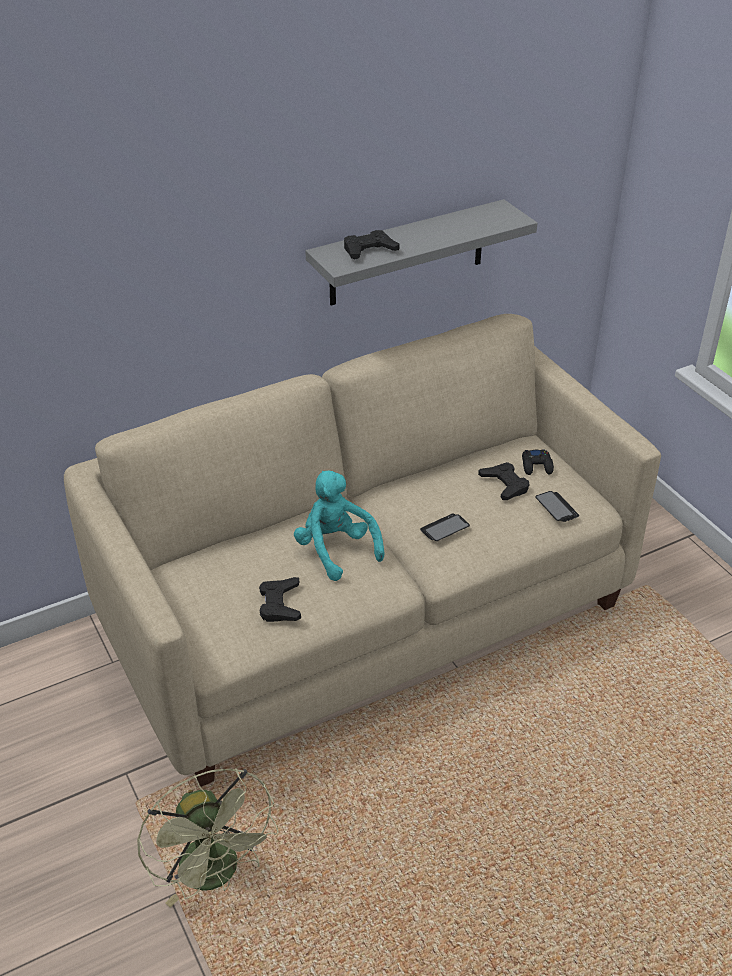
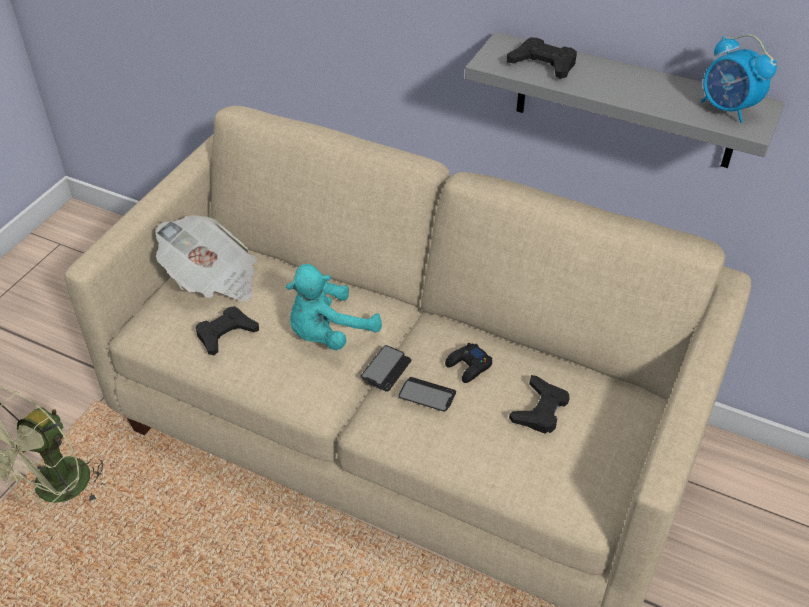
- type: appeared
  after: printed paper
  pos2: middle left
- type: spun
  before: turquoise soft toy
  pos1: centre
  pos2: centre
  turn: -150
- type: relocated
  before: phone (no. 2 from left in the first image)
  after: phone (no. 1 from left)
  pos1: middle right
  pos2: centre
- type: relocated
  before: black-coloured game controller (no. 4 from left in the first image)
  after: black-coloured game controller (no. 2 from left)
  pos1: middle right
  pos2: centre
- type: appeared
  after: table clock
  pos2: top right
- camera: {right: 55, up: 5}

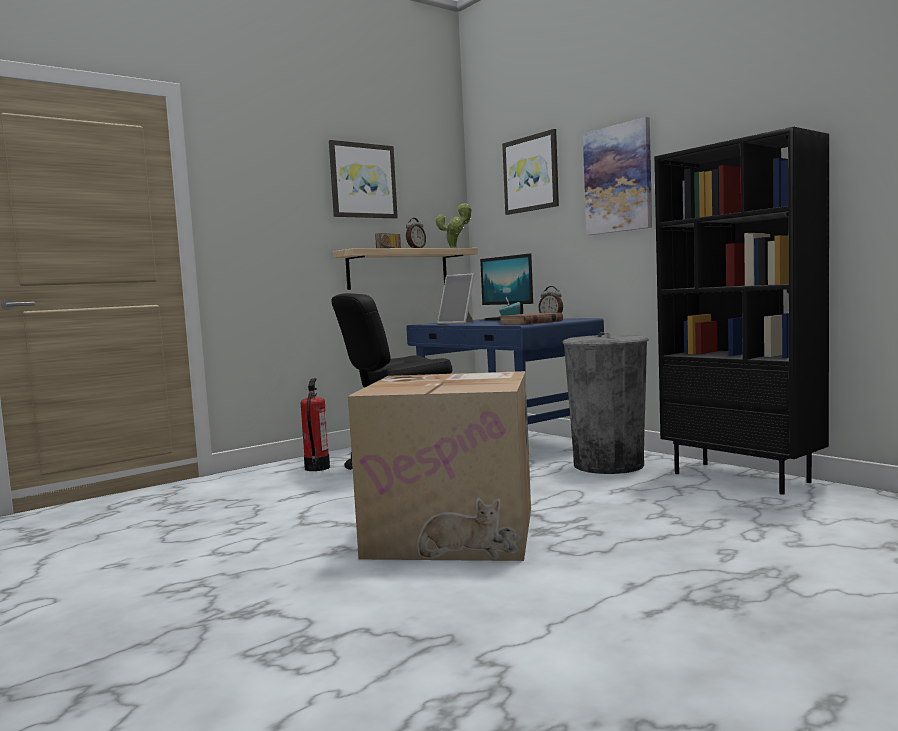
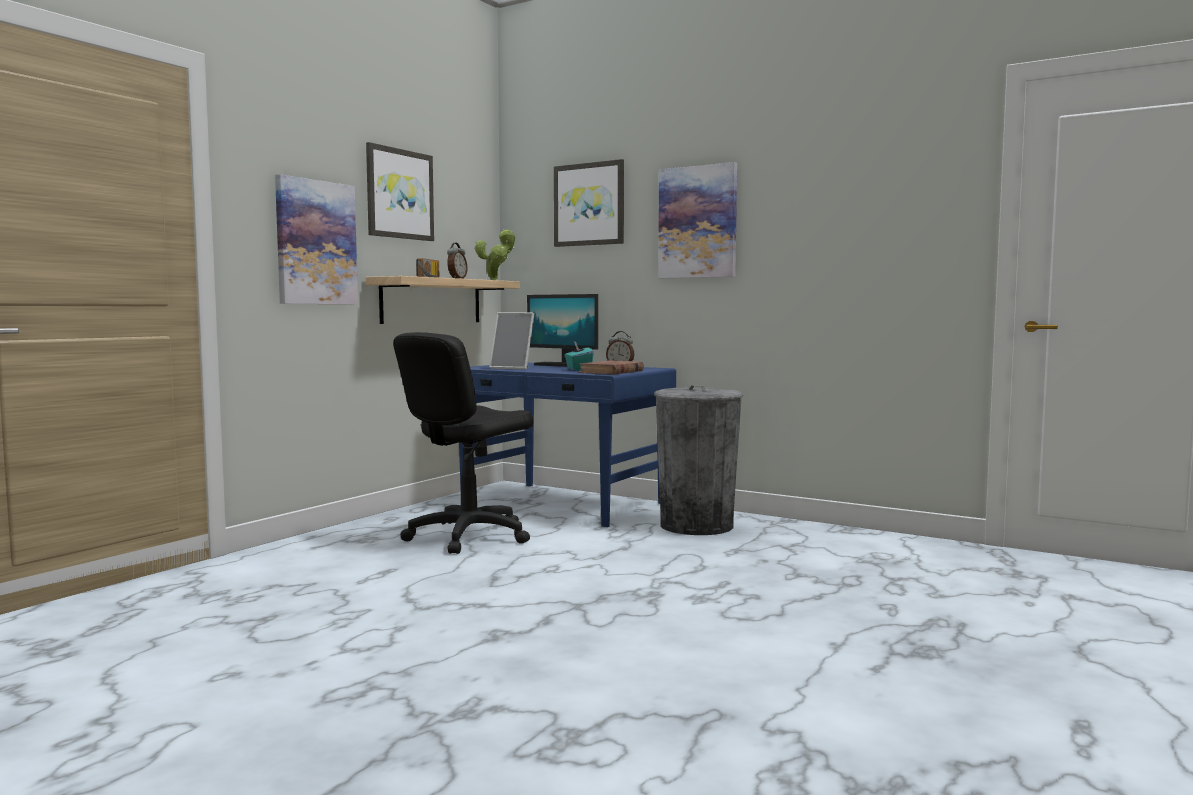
- type: appeared
  after: wall art (no. 1 from left)
  pos2: top left
- type: missing
  before: fire extinguisher
  pos1: centre
- type: missing
  before: packing box
  pos1: centre
- type: missing
  before: black-coloured bookshelf
  pos1: middle right
- camera: {right: -20, up: 0}

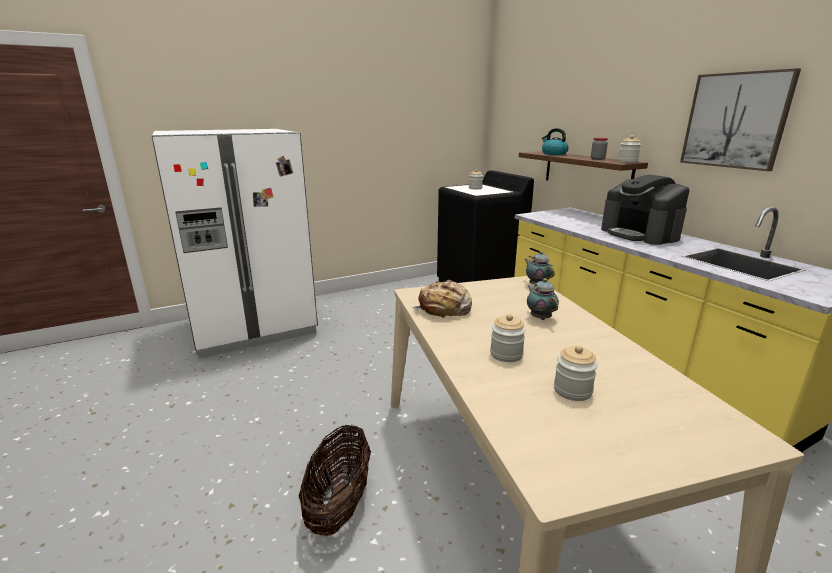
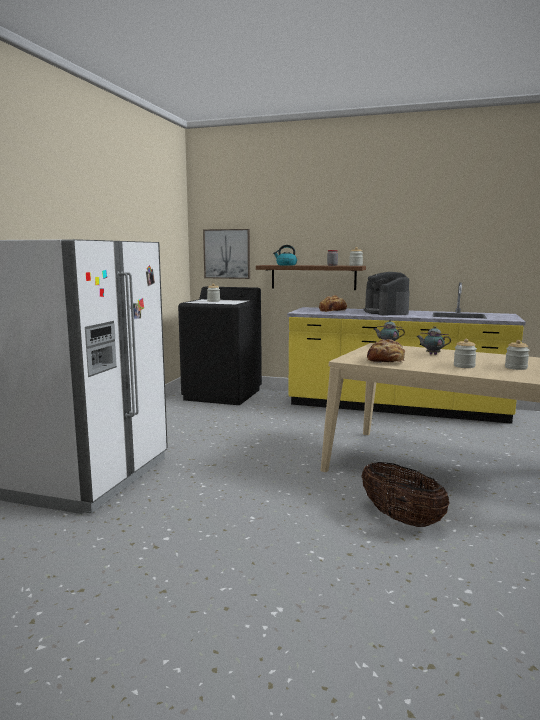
- type: relocated
  before: wall art
  pos1: top right
  pos2: centre
- type: appeared
  after: bakery bread (no. 1 from left)
  pos2: centre
- type: spun
  before: coffee machine
  pos1: middle right
  pos2: middle right
  turn: 60
- camera: {right: -45, up: -10}

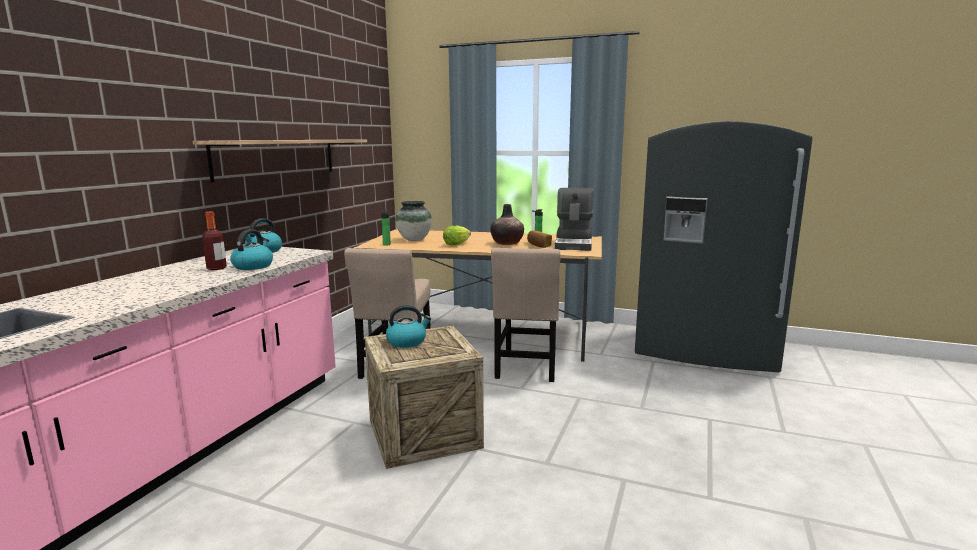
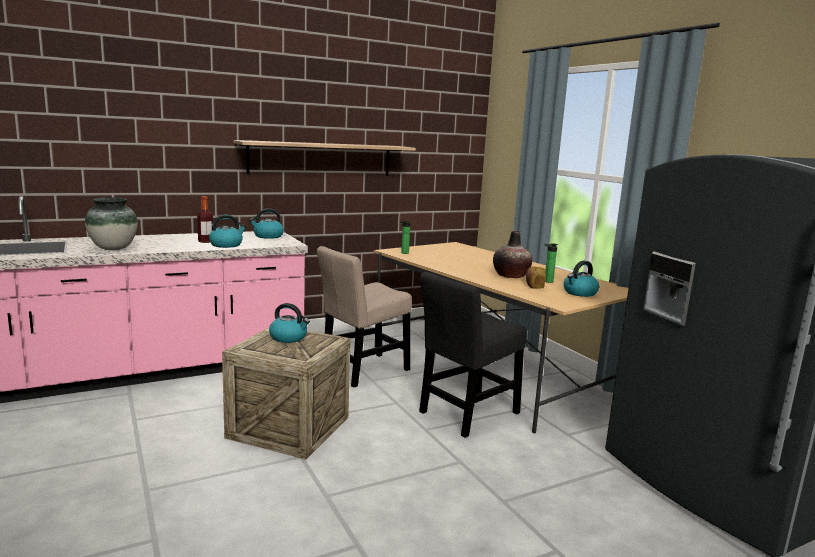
- type: relocated
  before: decorative vase (no. 1 from left)
  pos1: centre
  pos2: middle left
- type: colour
  before: beige-coloured chair (no. 2 from left)
  after: black-coloured chair
  pos1: centre
  pos2: centre
- type: exchanged
  before: coffee machine
  after: tea kettle (no. 4 from left)
  pos1: centre
  pos2: middle right
- type: missing
  before: lettuce
  pos1: centre
- camera: {right: 40, up: 0}

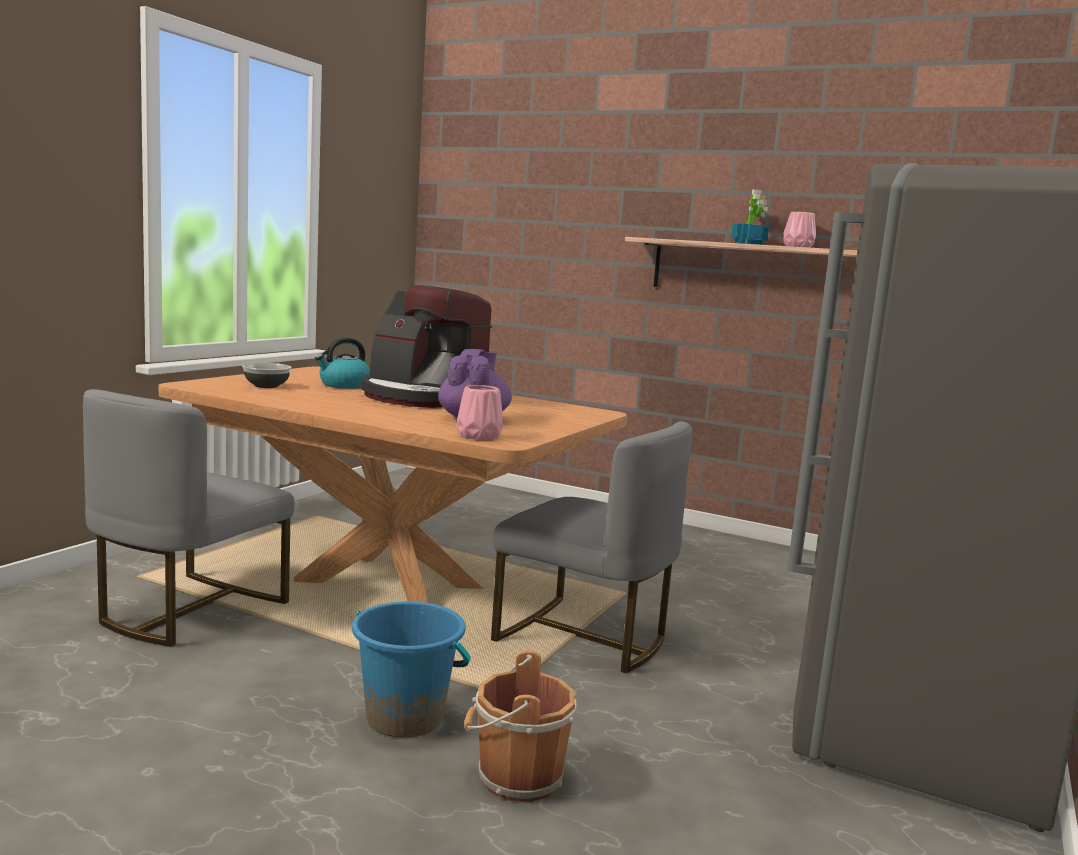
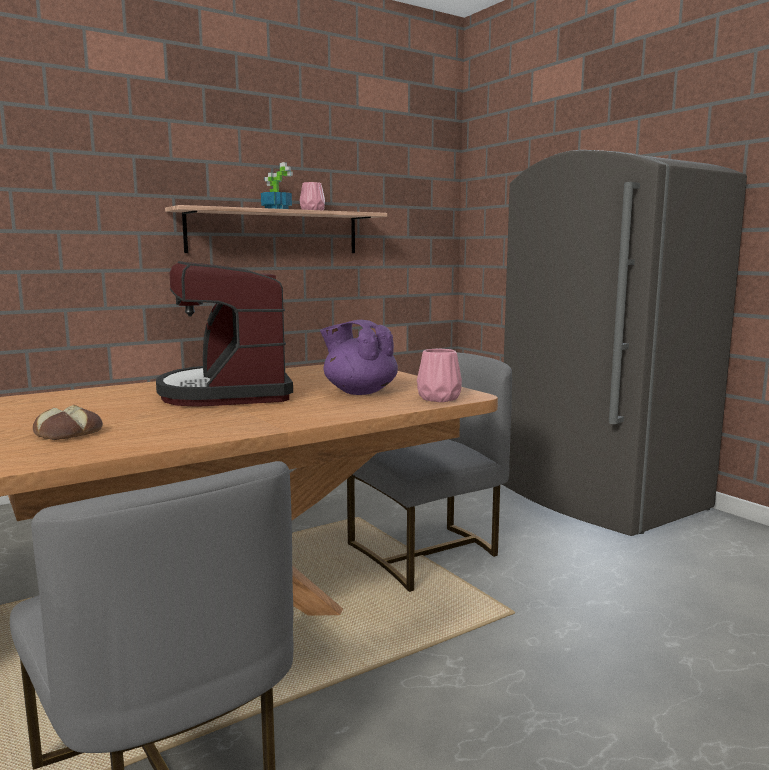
- type: exchanged
  before: serving bowl
  after: bakery bread
  pos1: middle left
  pos2: middle left
- type: spun
  before: coffee machine
  pos1: centre
  pos2: middle left
  turn: 105
- type: missing
  before: tea kettle
  pos1: middle left
- type: missing
  before: bluish pail
  pos1: bottom centre
- type: missing
  before: brown pail
  pos1: bottom centre
- camera: {right: -60, up: 0}

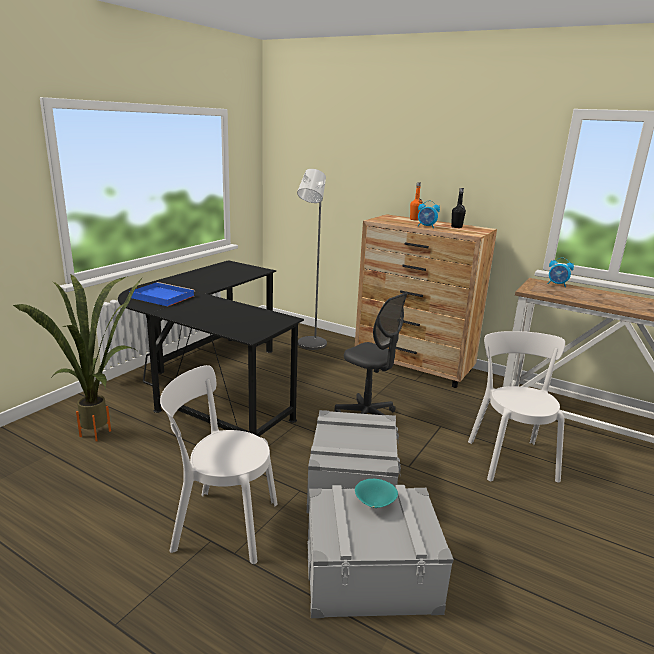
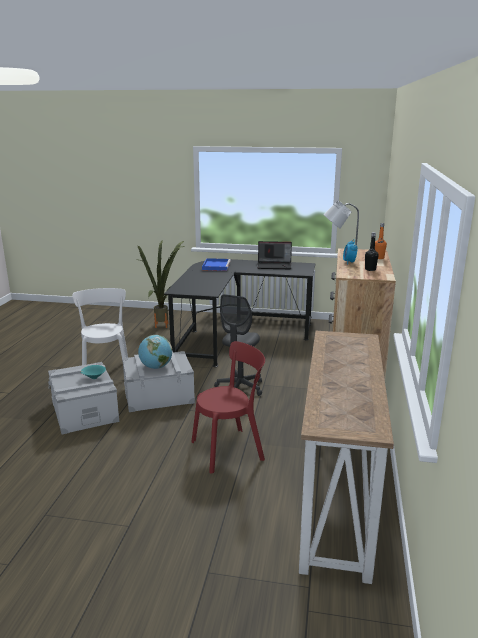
- type: appeared
  after: world globe
  pos2: middle left
- type: colour
  before: white chair (no. 2 from left)
  after: reddish chair
  pos1: middle right
  pos2: centre
- type: appeared
  after: notebook computer
  pos2: centre
- type: missing
  before: table clock (no. 2 from left)
  pos1: middle right
- camera: {right: 70, up: 0}

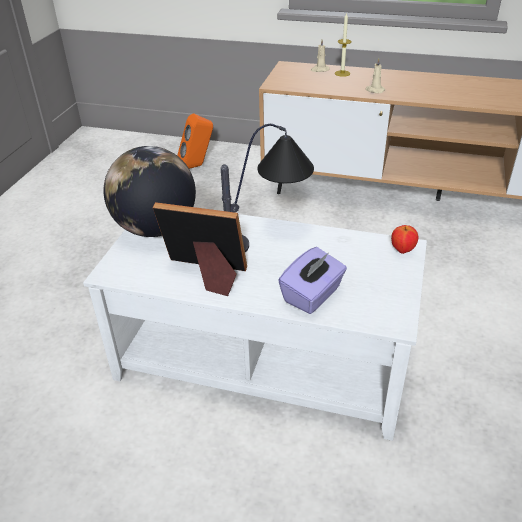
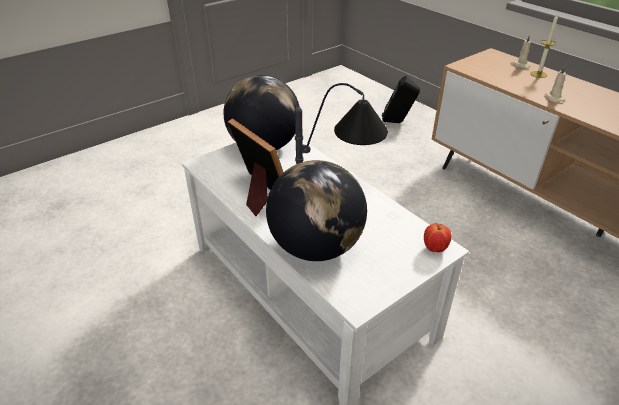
- type: exchanged
  before: purplish box of tissues
  after: world globe (no. 2 from left)
  pos1: centre
  pos2: centre
- type: colour
  before: orange loudspeaker
  after: black-coloured loudspeaker
  pos1: top centre
  pos2: top centre
- camera: {right: 35, up: 0}

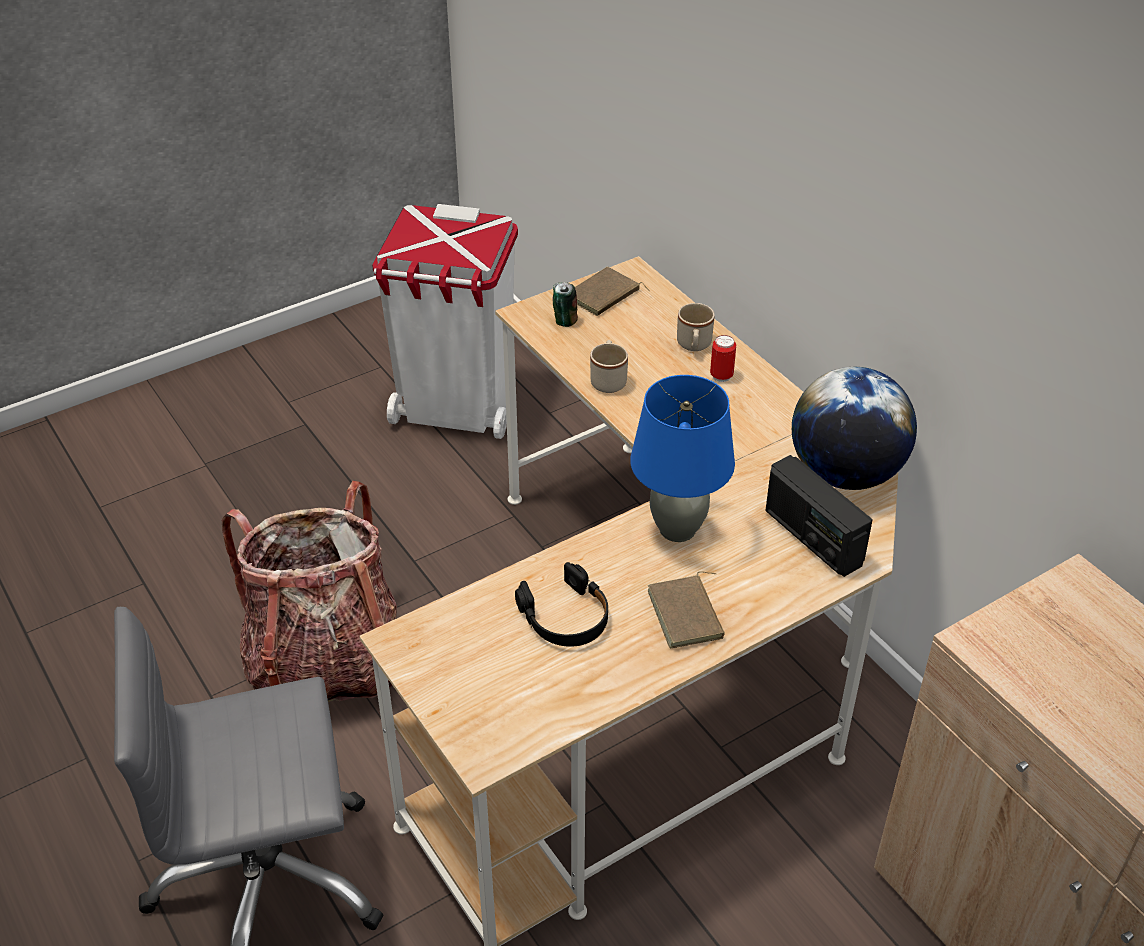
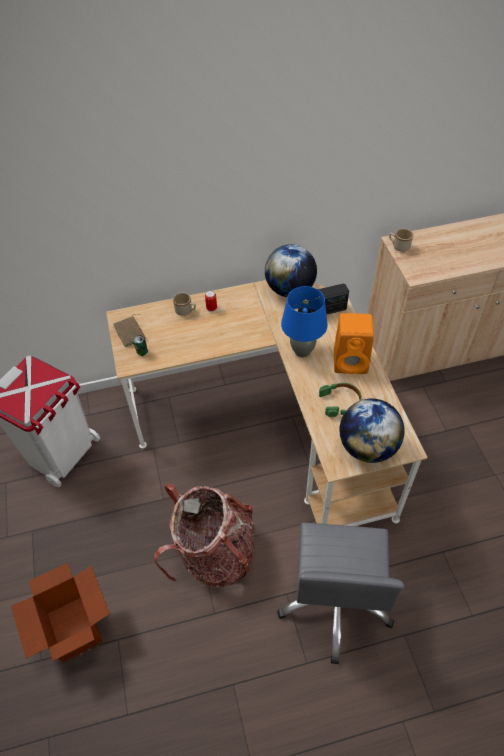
- type: appeared
  after: packing box
  pos2: bottom left
- type: colour
  before: black-coloured pair of headphones
  after: green pair of headphones
  pos1: centre
  pos2: middle right
- type: exchanged
  before: brown volume (no. 2 from left)
  after: orange loudspeaker
  pos1: centre
  pos2: middle right
- type: appeared
  after: world globe (no. 2 from left)
  pos2: middle right
- type: relocated
  before: beige-coloured mug (no. 1 from left in the first image)
  after: beige-coloured mug (no. 2 from left)
  pos1: centre
  pos2: top right
- camera: {right: -70, up: 10}

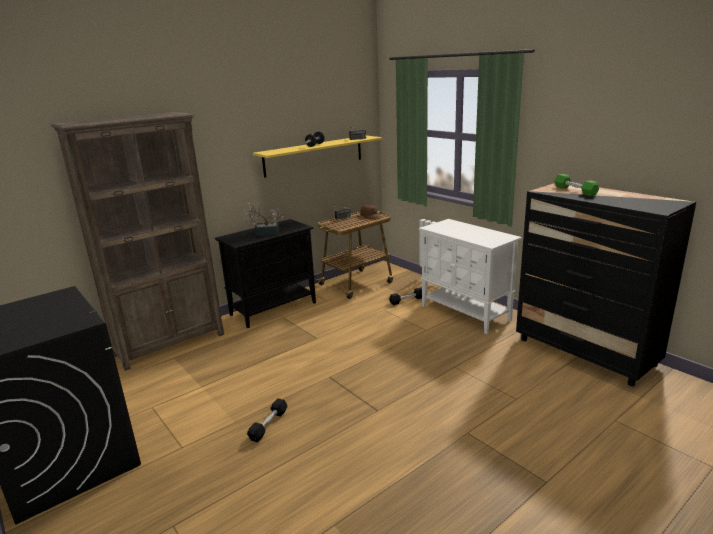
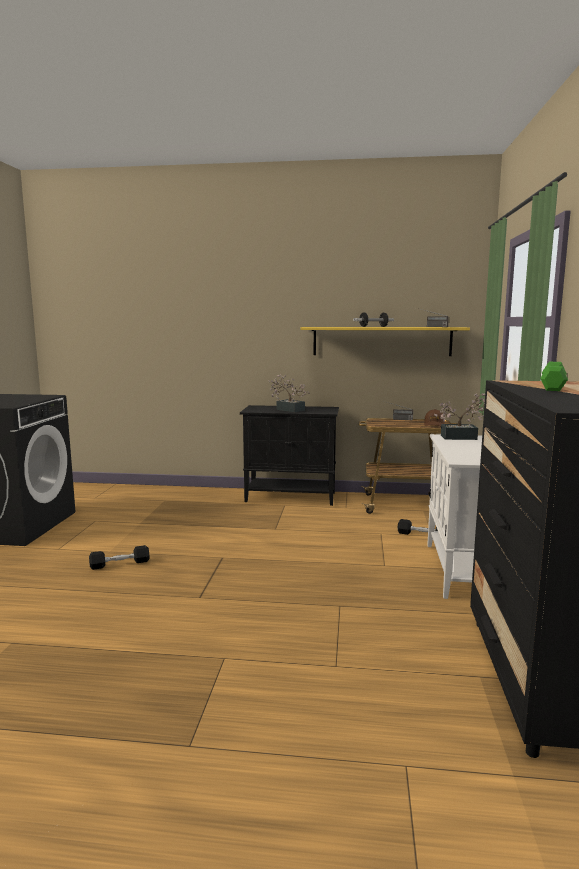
- type: appeared
  after: plant in a pot (no. 2 from left)
  pos2: middle right
- type: missing
  before: brown bookshelf
  pos1: middle left
- camera: {right: 45, up: -10}

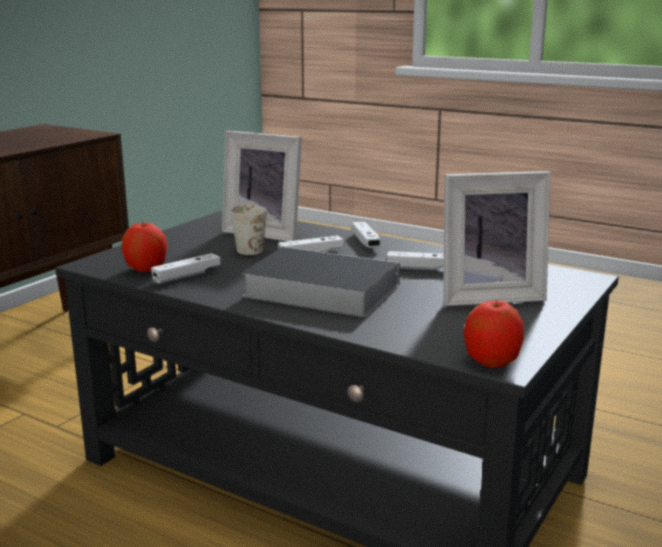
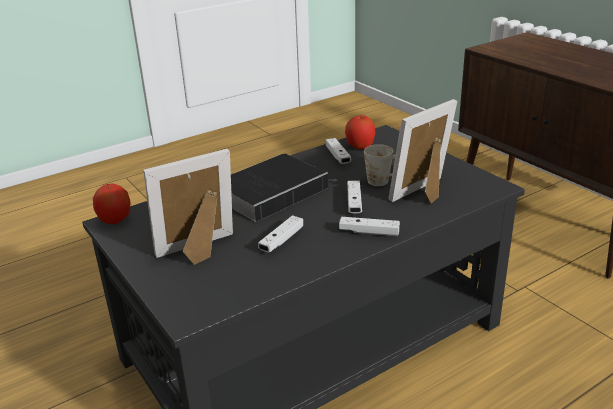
- type: spun
  before: standing frame (no. 2 from left in the first image)
  pos1: middle right
  pos2: middle left
  turn: 45
- camera: {right: 115, up: 10}

